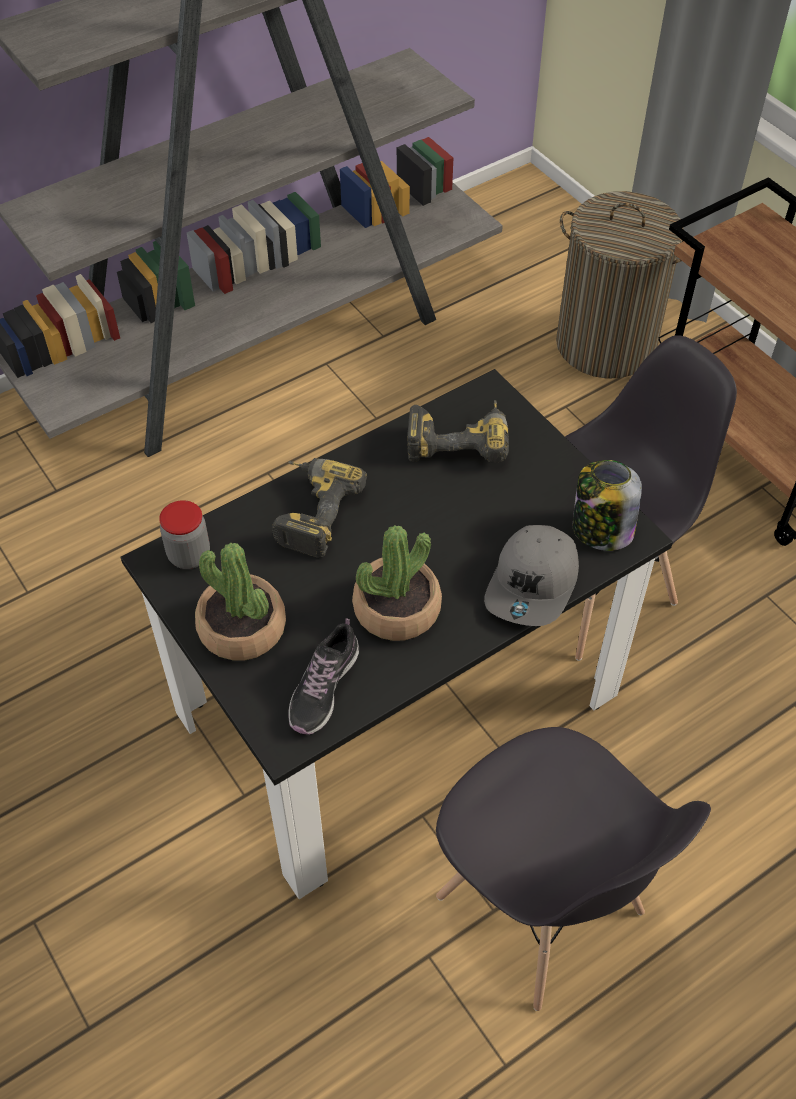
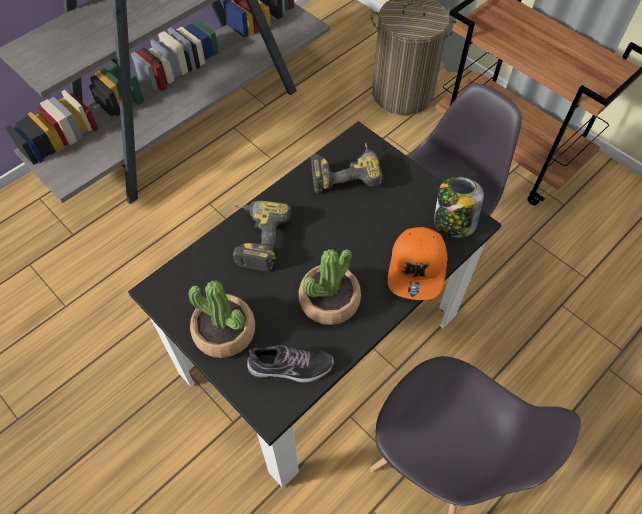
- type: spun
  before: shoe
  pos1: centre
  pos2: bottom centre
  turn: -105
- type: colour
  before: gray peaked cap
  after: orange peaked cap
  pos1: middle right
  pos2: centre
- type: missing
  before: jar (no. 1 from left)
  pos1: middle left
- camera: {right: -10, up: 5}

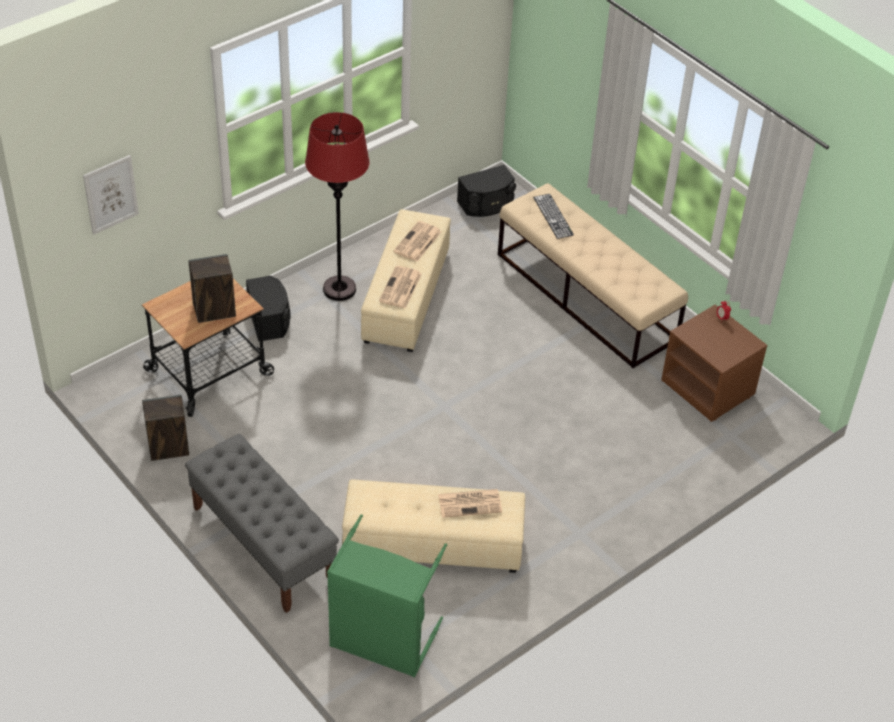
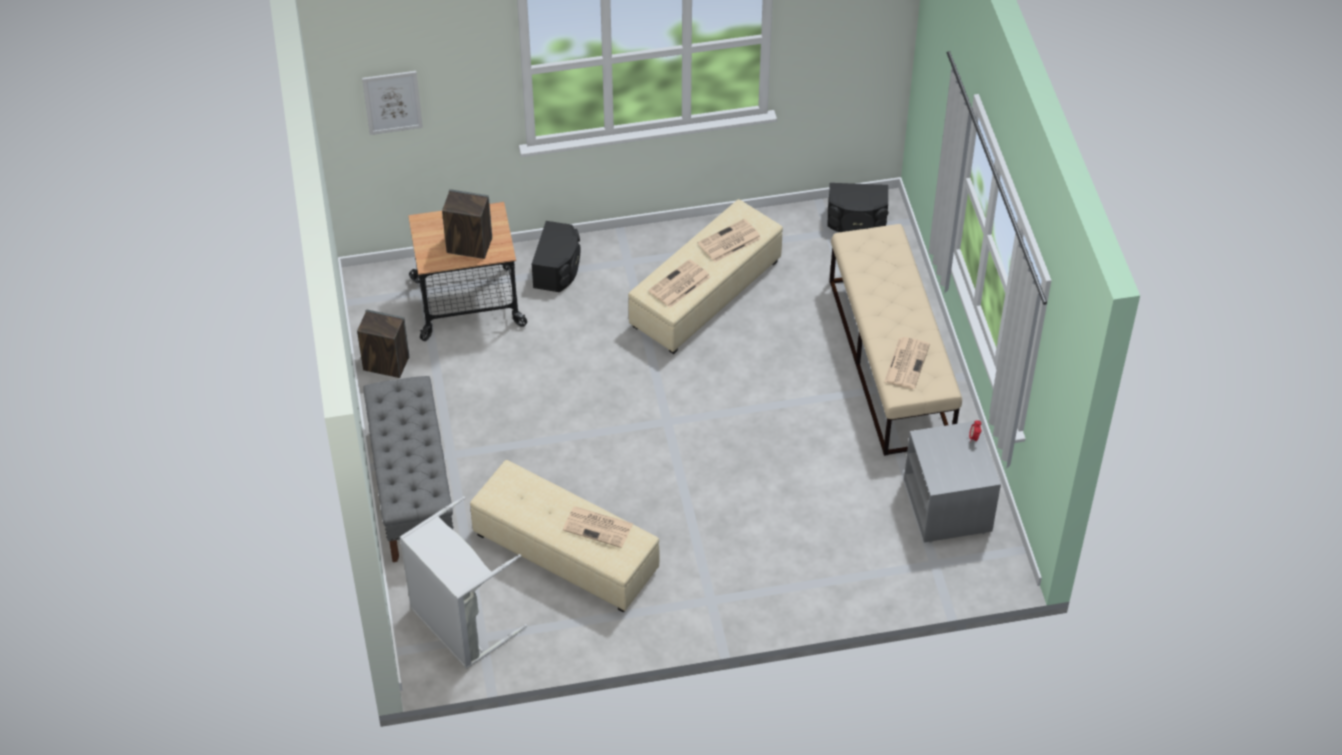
- type: colour
  before: green laundry basket
  after: gray laundry basket
  pos1: bottom centre
  pos2: bottom centre
- type: appeared
  after: printed paper (no. 4 from left)
  pos2: middle right
- type: colour
  before: brown bedside table
  after: gray bedside table
  pos1: middle right
  pos2: middle right
- type: missing
  before: reddish floor lamp
  pos1: top centre
- type: missing
  before: PC keyboard
  pos1: top centre
- camera: {right: 30, up: 5}

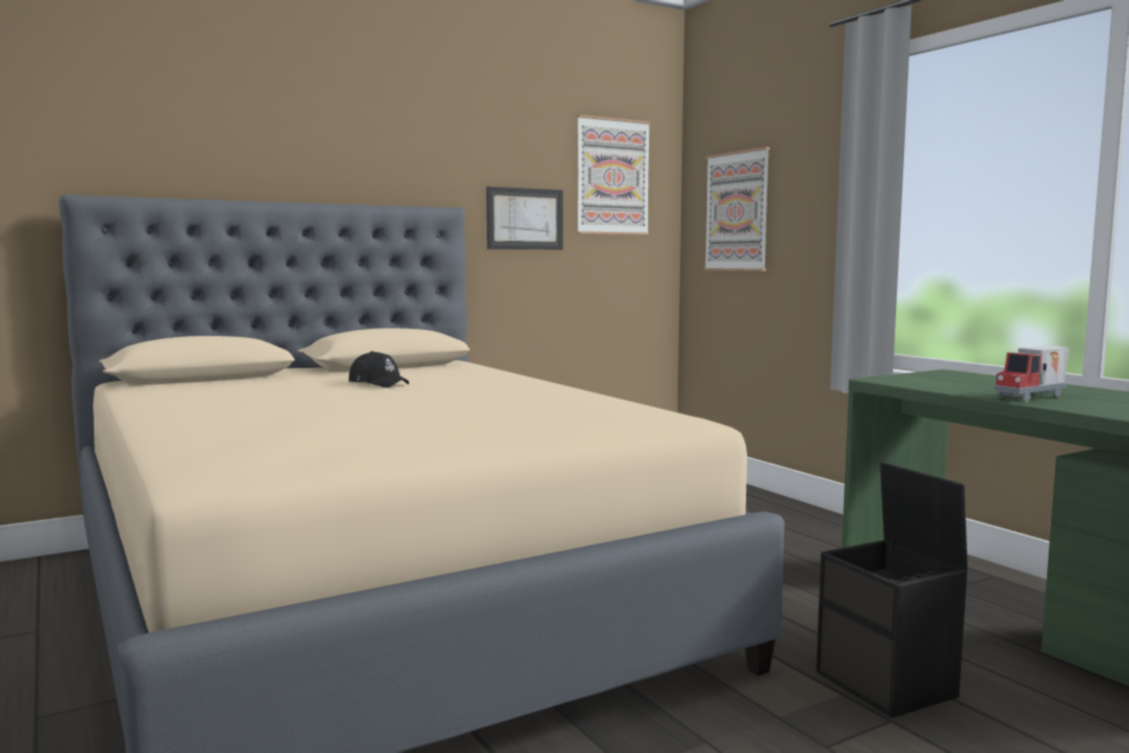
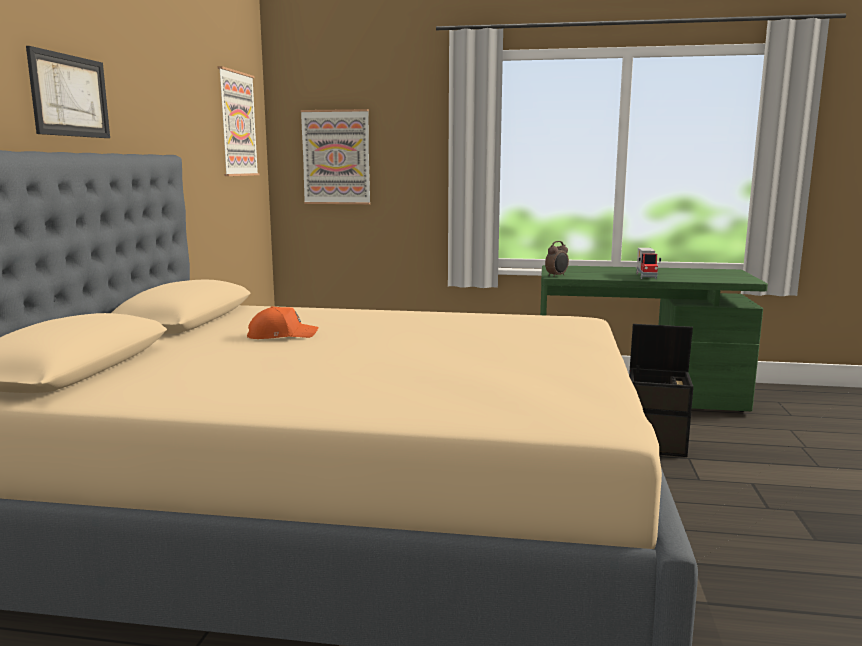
- type: relocated
  before: wall art (no. 1 from left)
  pos1: top centre
  pos2: top left
- type: colour
  before: black-coloured peaked cap
  after: orange peaked cap
  pos1: centre
  pos2: middle left
- type: appeared
  after: table clock
  pos2: centre
- camera: {right: -50, up: 5}

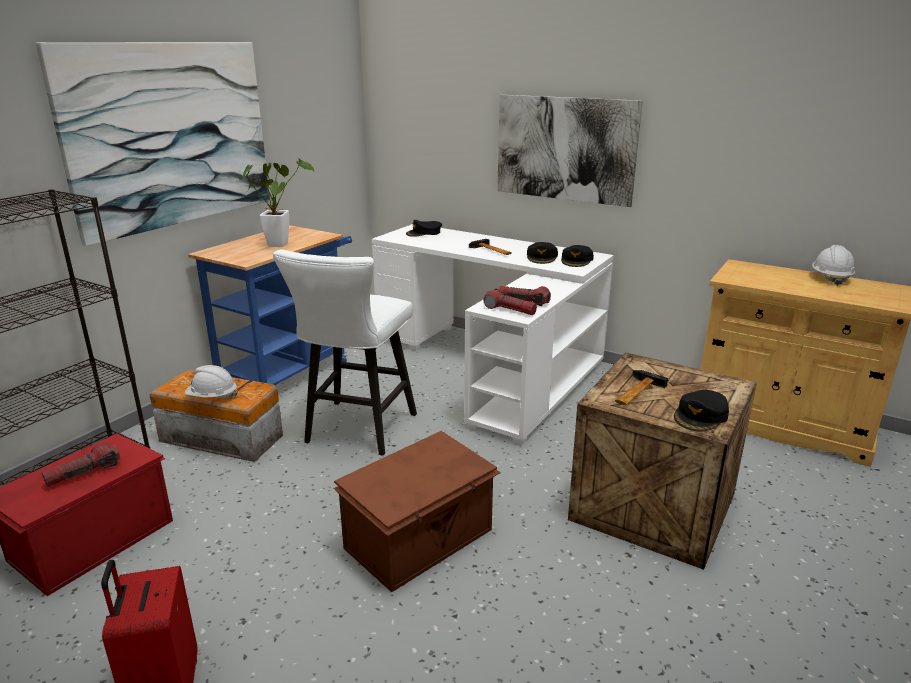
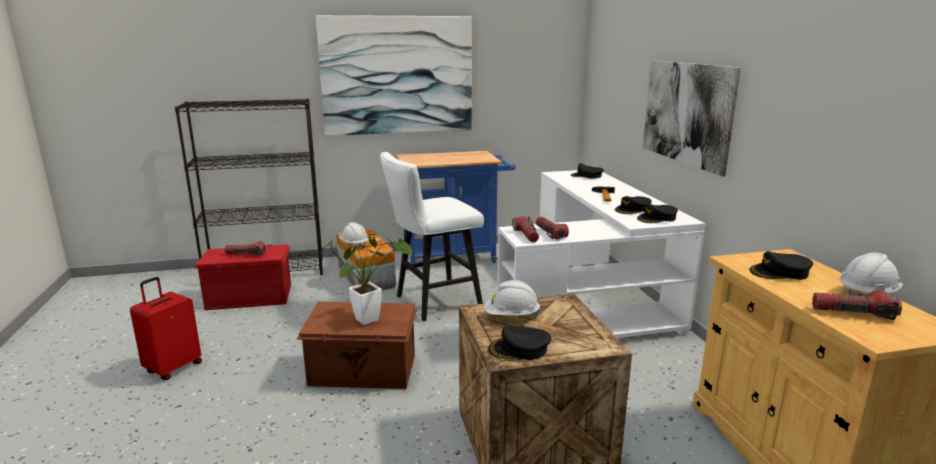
- type: relocated
  before: plant in a pot
  pos1: top left
  pos2: centre
- type: exchanged
  before: tool hammer (no. 2 from left)
  after: white safety helmet (no. 2 from left)
  pos1: middle right
  pos2: centre
- type: appeared
  after: black-coloured peaked cap (no. 5 from left)
  pos2: middle right
- type: appeared
  after: torch (no. 4 from left)
  pos2: middle right
- camera: {right: 45, up: -5}

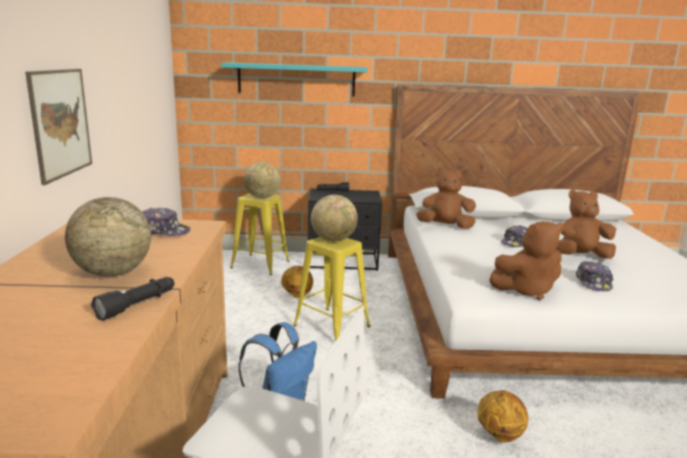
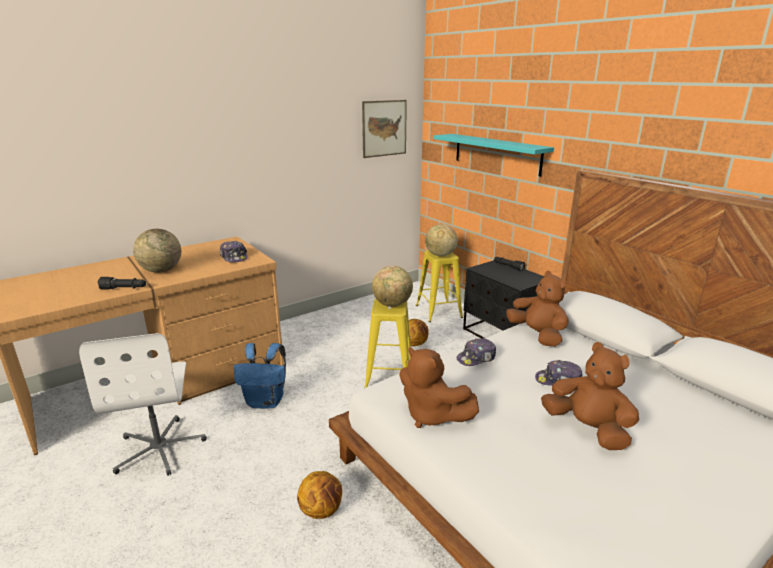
- type: relocated
  before: wall art
  pos1: top left
  pos2: top centre
- type: relocated
  before: peaked cap (no. 3 from left in the first image)
  after: peaked cap (no. 2 from left)
  pos1: middle right
  pos2: centre
- camera: {right: 55, up: 5}

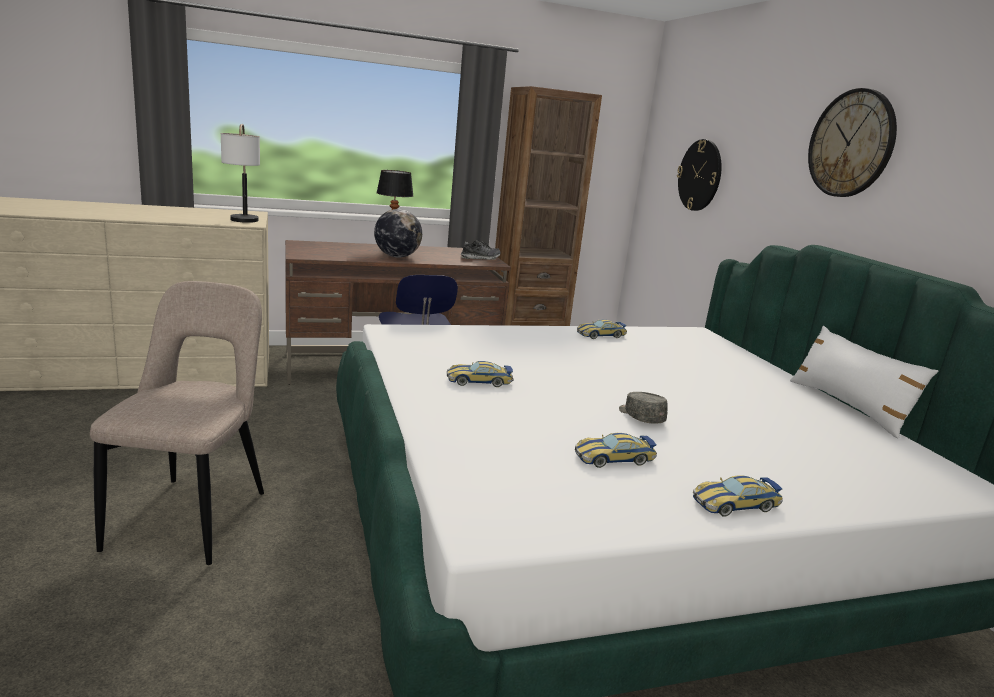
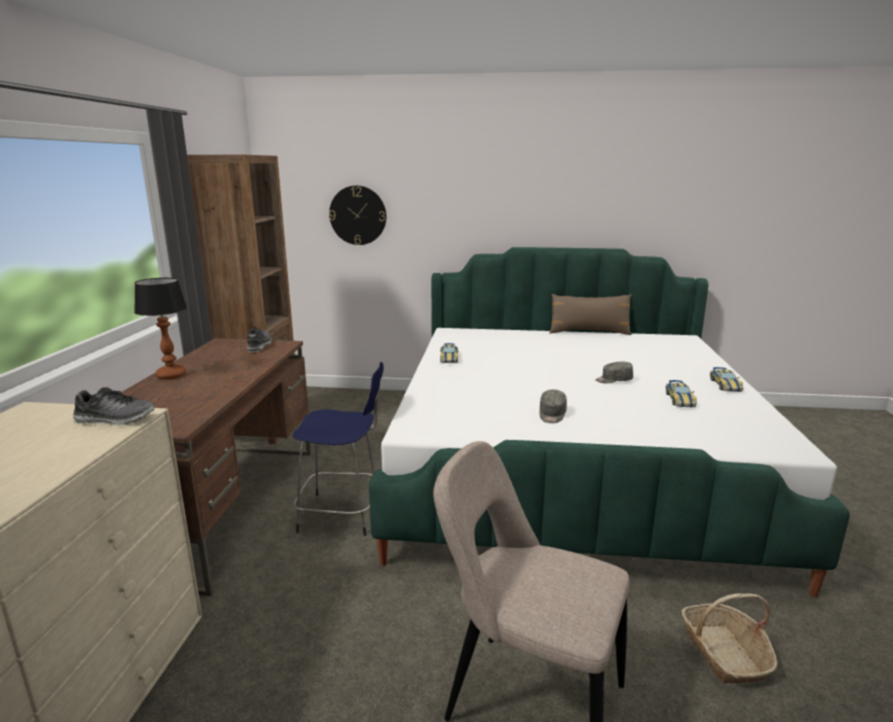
- type: exchanged
  before: lamp for a table (no. 1 from left)
  after: shoe (no. 1 from left)
  pos1: top left
  pos2: middle left
- type: exchanged
  before: miniature car (no. 1 from left)
  after: gray peaked cap (no. 1 from left)
  pos1: centre
  pos2: centre
- type: colour
  before: white throw pillow
  after: brown throw pillow
  pos1: middle right
  pos2: centre
- type: appeared
  after: household basket
  pos2: bottom right
- type: missing
  before: world globe
  pos1: centre
- type: missing
  before: wall clock (no. 2 from left)
  pos1: top right
- camera: {right: -65, up: 0}

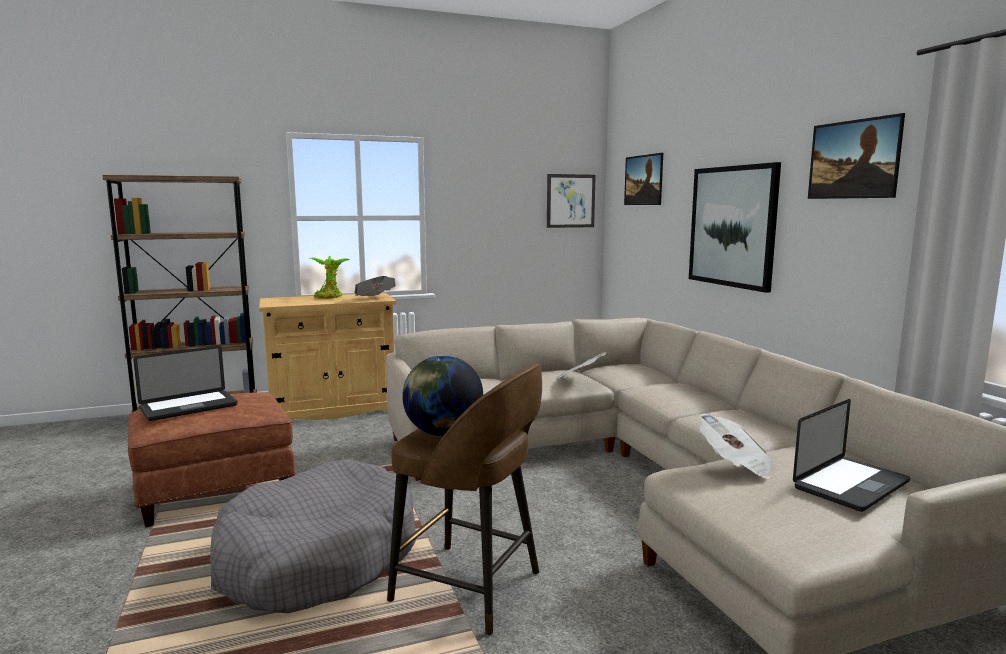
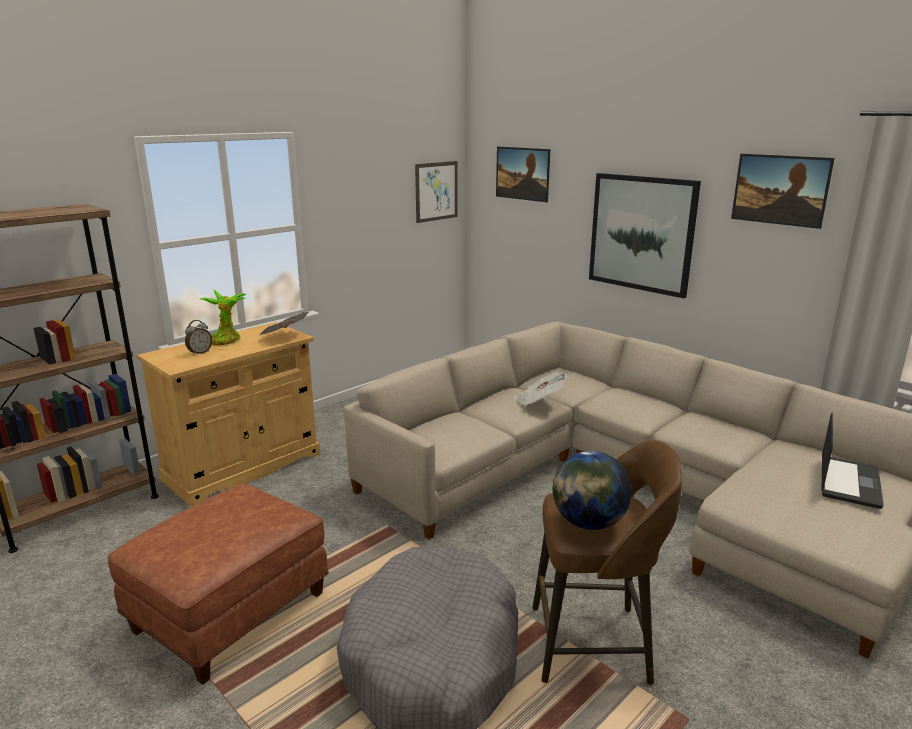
- type: appeared
  after: table clock
  pos2: middle left
- type: missing
  before: notebook computer (no. 1 from left)
  pos1: middle left
- type: missing
  before: printed paper (no. 3 from left)
  pos1: bottom right
- camera: {right: -25, up: 10}

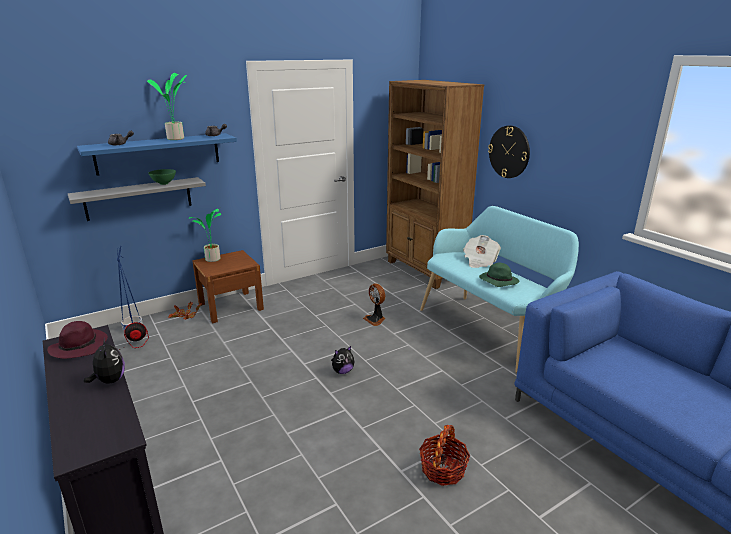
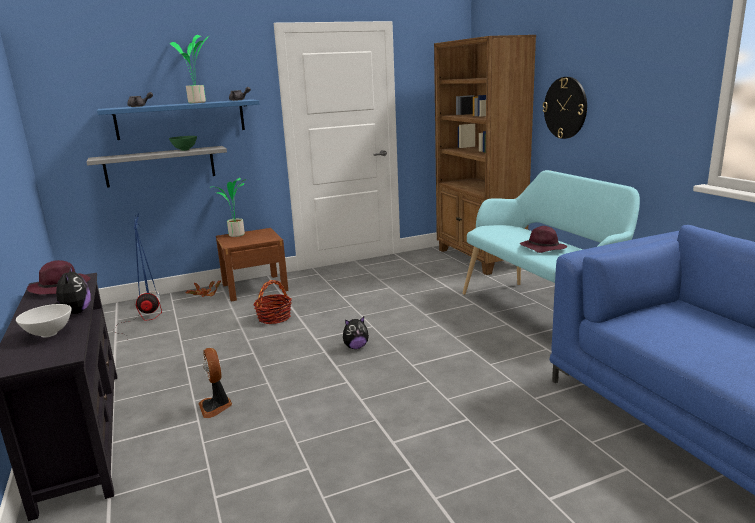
- type: appeared
  after: white serving bowl
  pos2: middle left
- type: relocated
  before: fan (no. 2 from left)
  pos1: centre
  pos2: bottom left
- type: relocated
  before: household basket
  pos1: bottom centre
  pos2: centre
- type: colour
  before: green hat
  after: purplish hat (no. 2 from left)
  pos1: middle right
  pos2: middle right
- type: missing
  before: printed paper
  pos1: centre
- camera: {right: 10, up: -5}

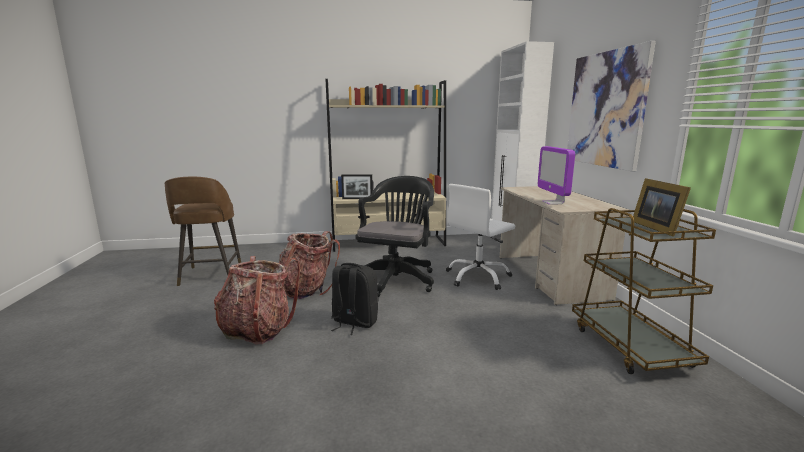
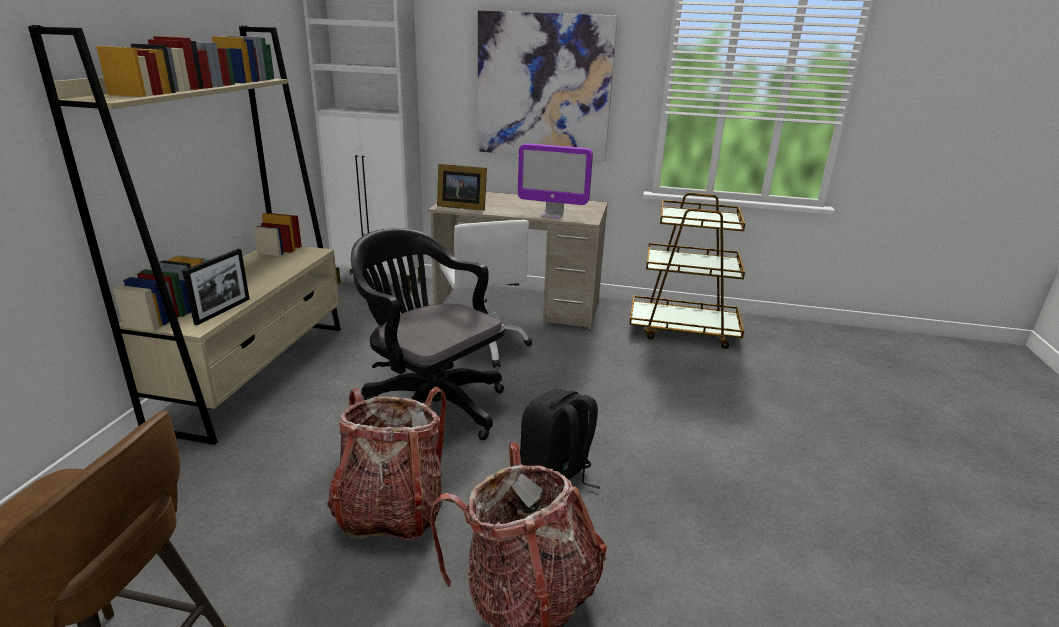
- type: relocated
  before: standing frame (no. 2 from left)
  pos1: middle right
  pos2: top centre
- camera: {right: -70, up: 10}

